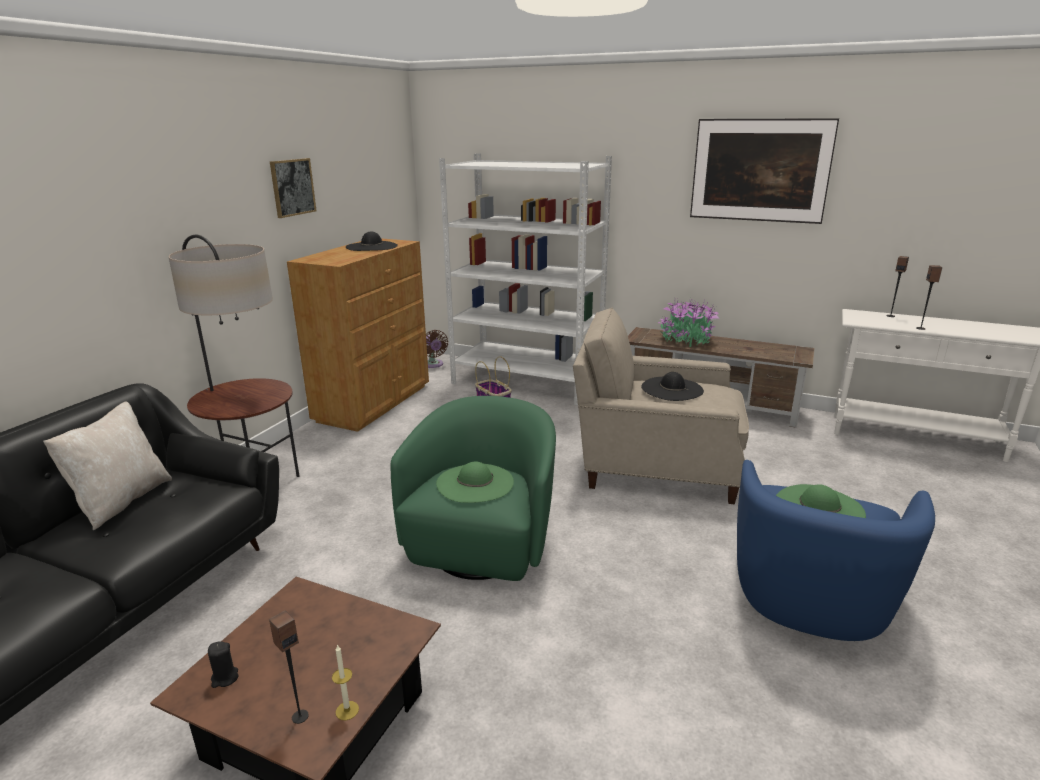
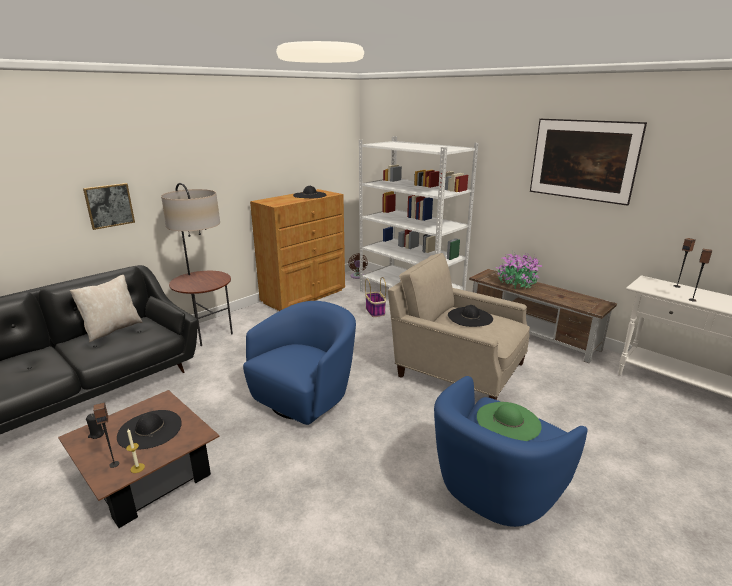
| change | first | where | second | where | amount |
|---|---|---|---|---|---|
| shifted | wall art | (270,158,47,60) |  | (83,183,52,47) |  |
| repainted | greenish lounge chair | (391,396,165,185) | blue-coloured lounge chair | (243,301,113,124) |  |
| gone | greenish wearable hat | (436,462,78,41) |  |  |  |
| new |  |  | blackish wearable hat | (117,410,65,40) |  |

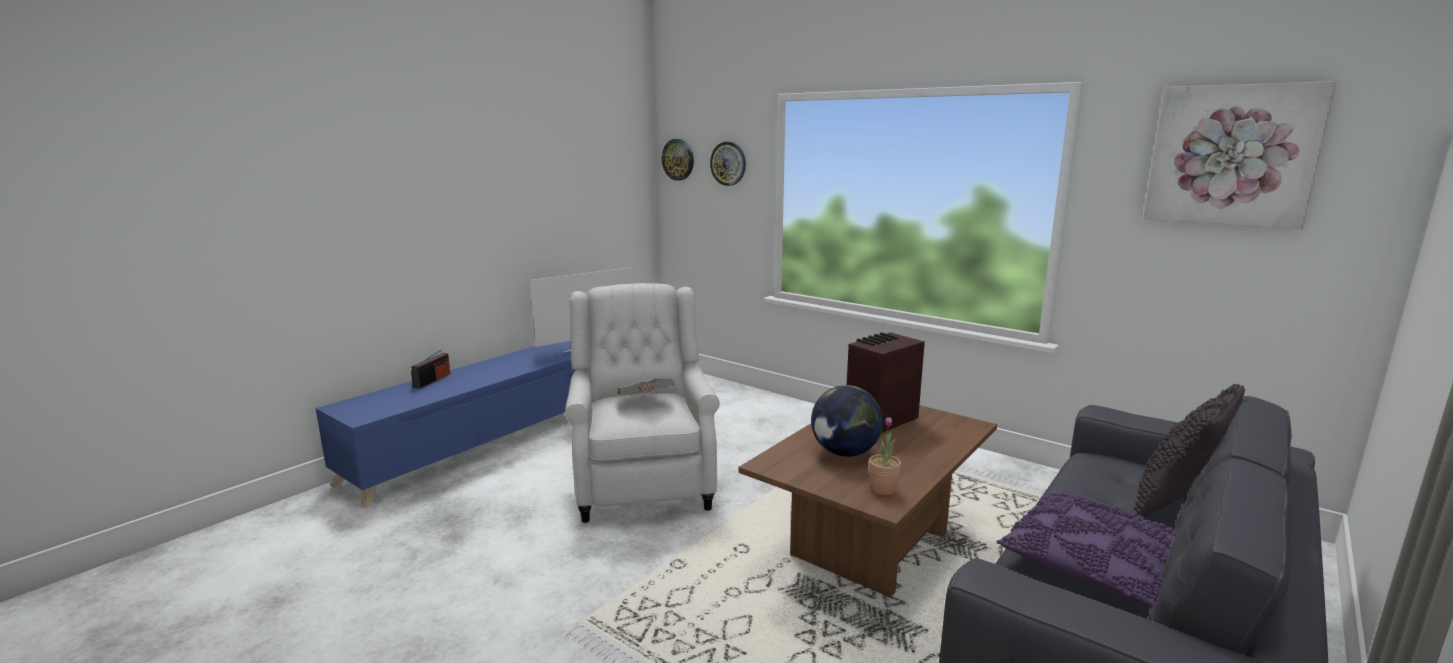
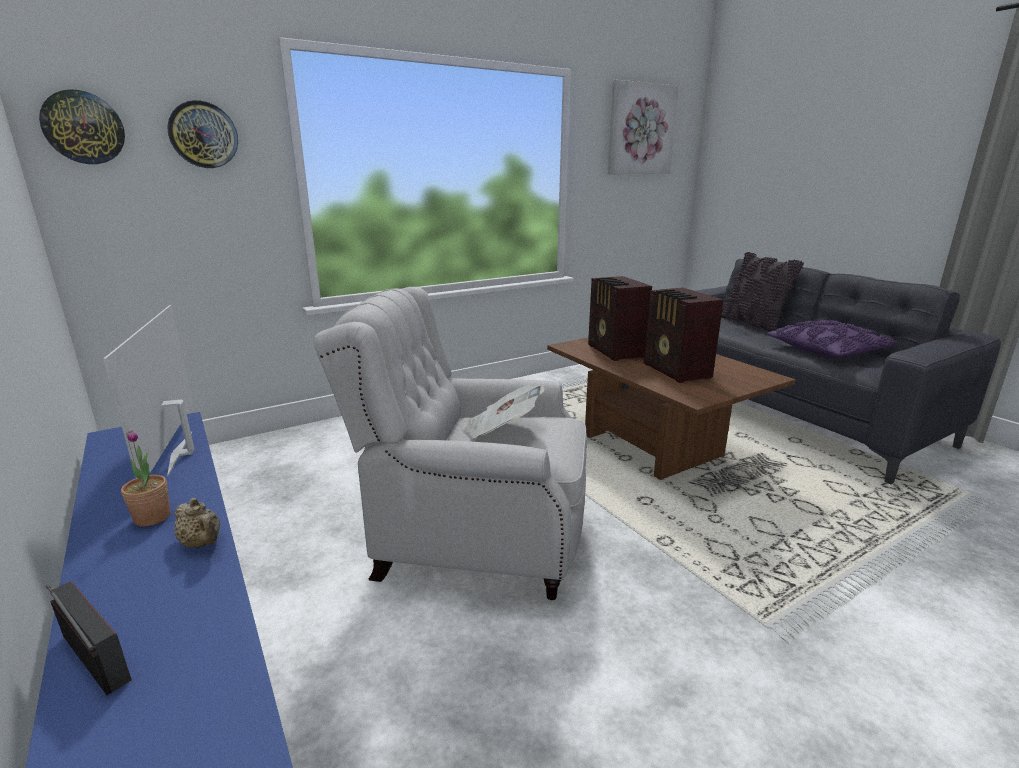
| change | first | where | second | where | amount |
|---|---|---|---|---|---|
| swapped | desk globe | (811,385,72,72) | radio receiver | (644,287,80,96) |  |
| shifted | houseplant | (869,417,32,78) |  | (121,430,49,97) |  |
| new |  |  | sand-coloured tea pot | (174,498,46,50) |  |

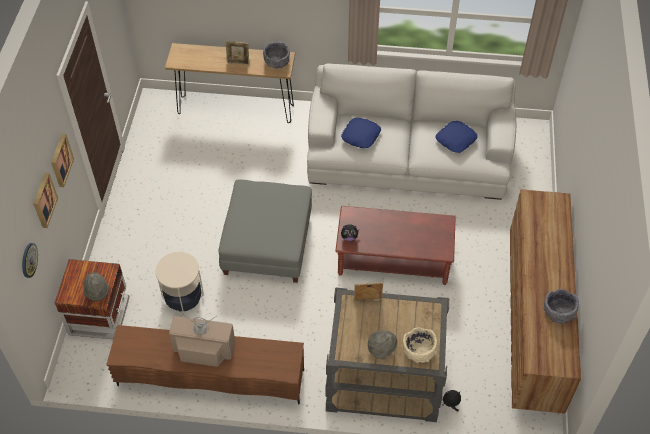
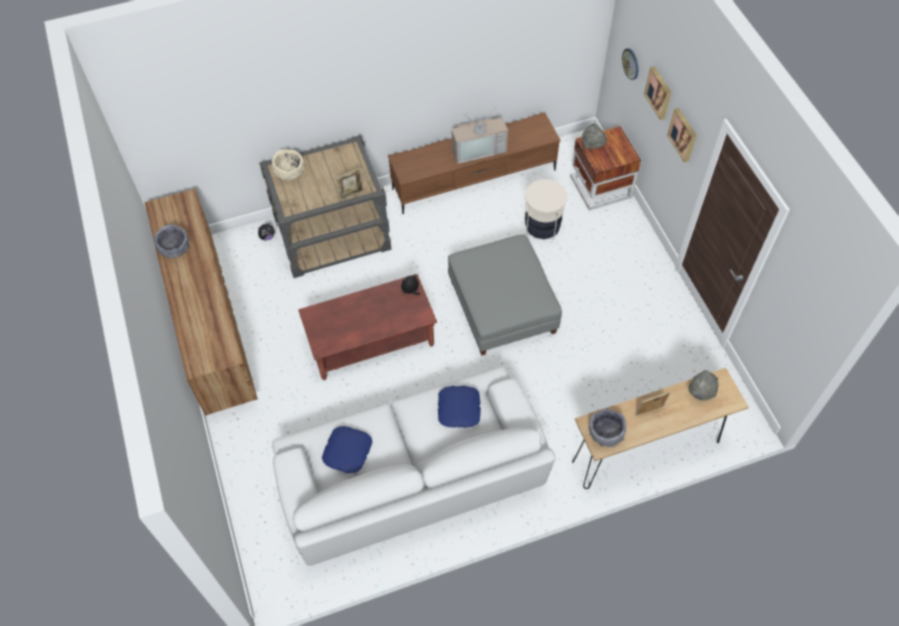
| change | first | where | second | where | amount |
|---|---|---|---|---|---|
| shifted | gray wearable hat | (367,331,30,28) |  | (689,370,29,30) |  |

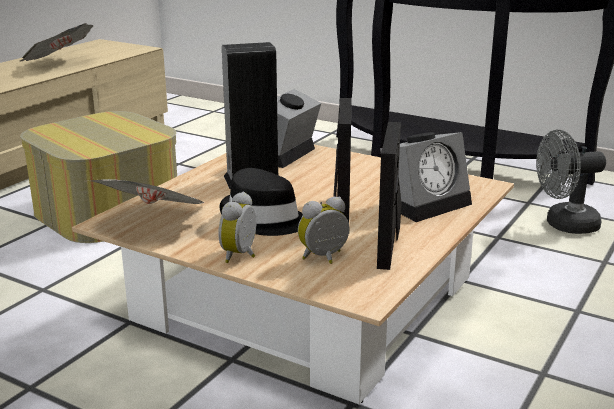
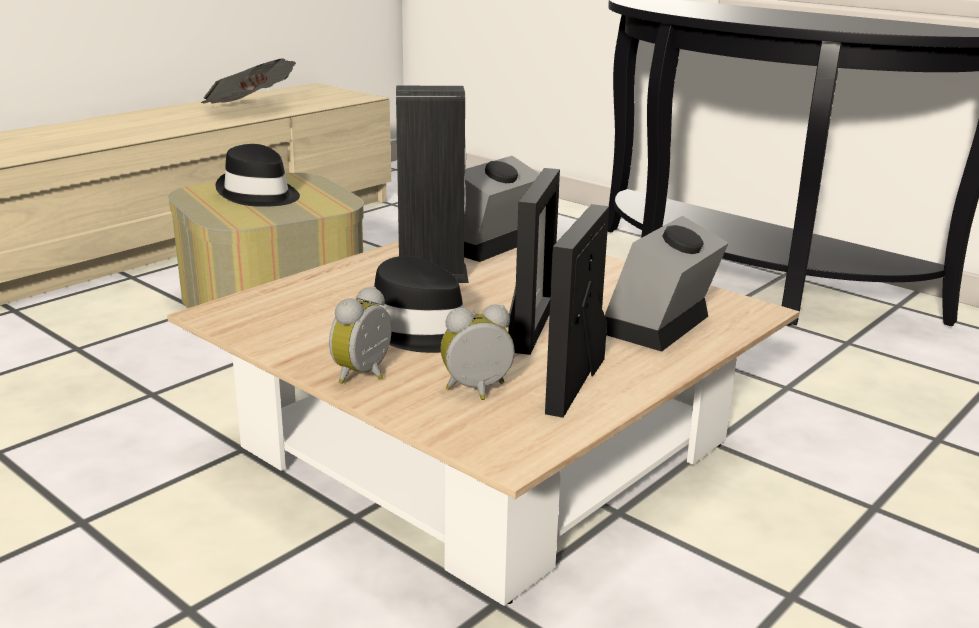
| change | first | where | second | where | amount |
|---|---|---|---|---|---|
| gone | printed paper | (91,179,114,25) |  |  |  |
| rotated | alarm clock | (380,132,92,90) |  | (605,216,124,136) | 150 degrees clockwise |
| gone | gray cooling fan | (536,130,70,104) |  |  |  |
| new |  |  | blackish wearable hat | (216,144,84,63) |  |

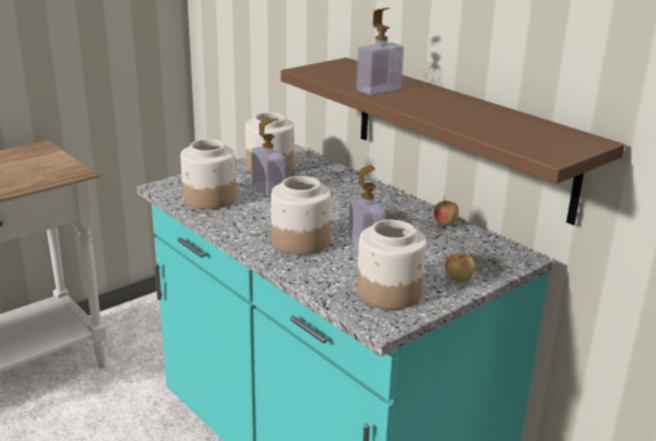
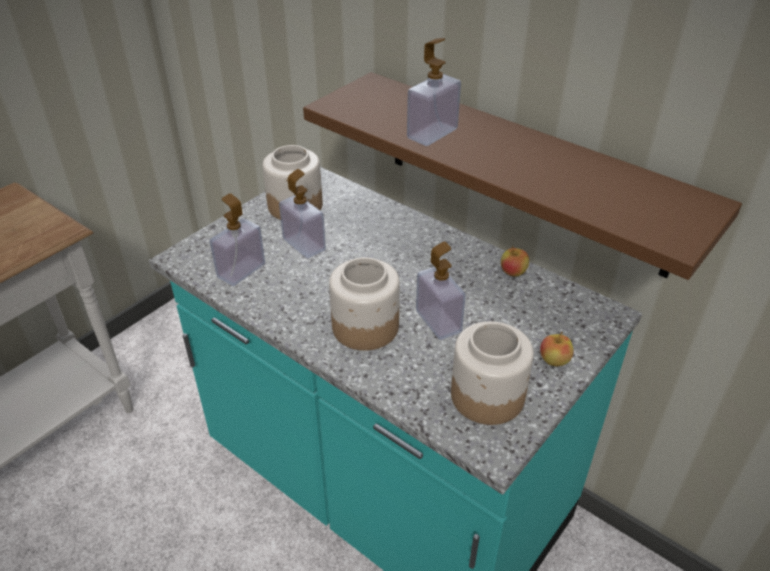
| change | first | where | second | where | amount |
|---|---|---|---|---|---|
| swapped | storage jar | (181,139,55,71) | liquid soap bottle | (210,193,55,93) |  |

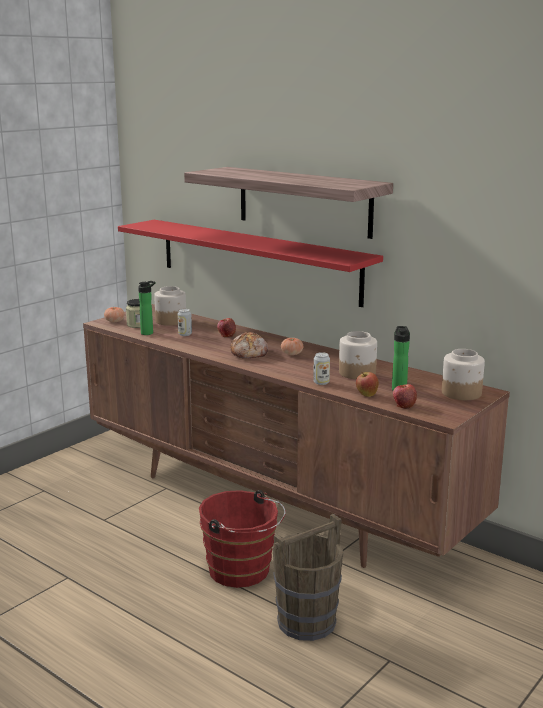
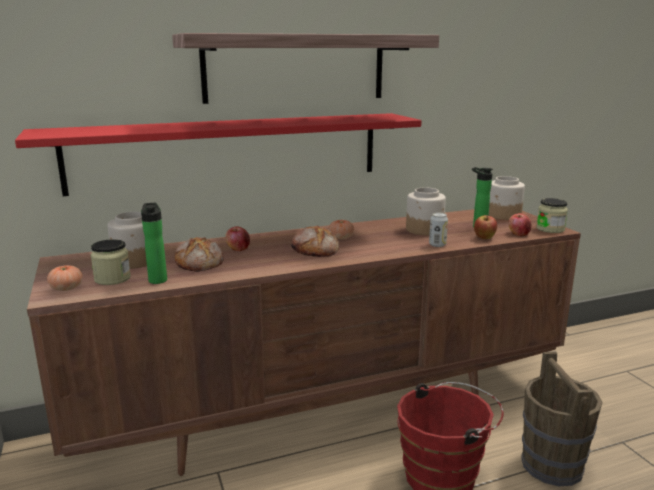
| change | first | where | second | where | amount |
|---|---|---|---|---|---|
| swapped | metal can | (178,309,14,27) | bakery bread | (174,237,50,35) |  |
| new |  |  | storage jar | (536,198,32,35) |  |

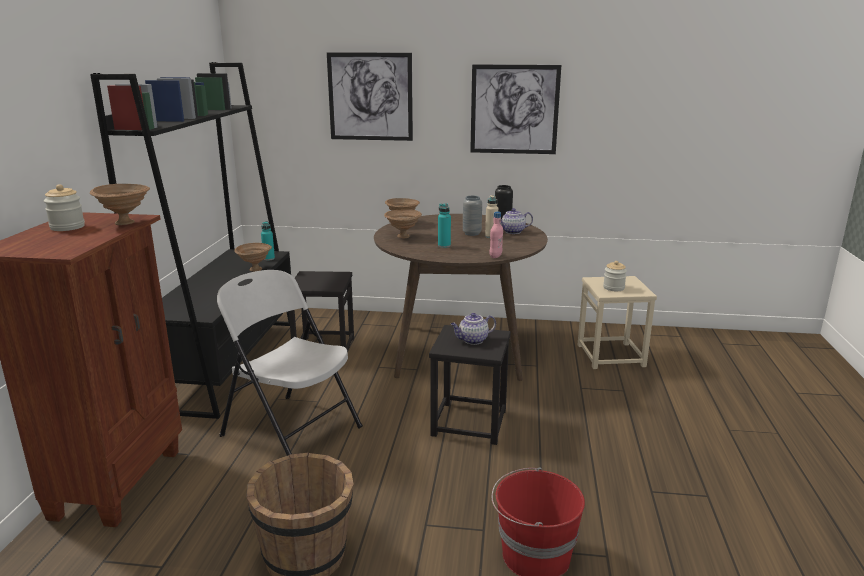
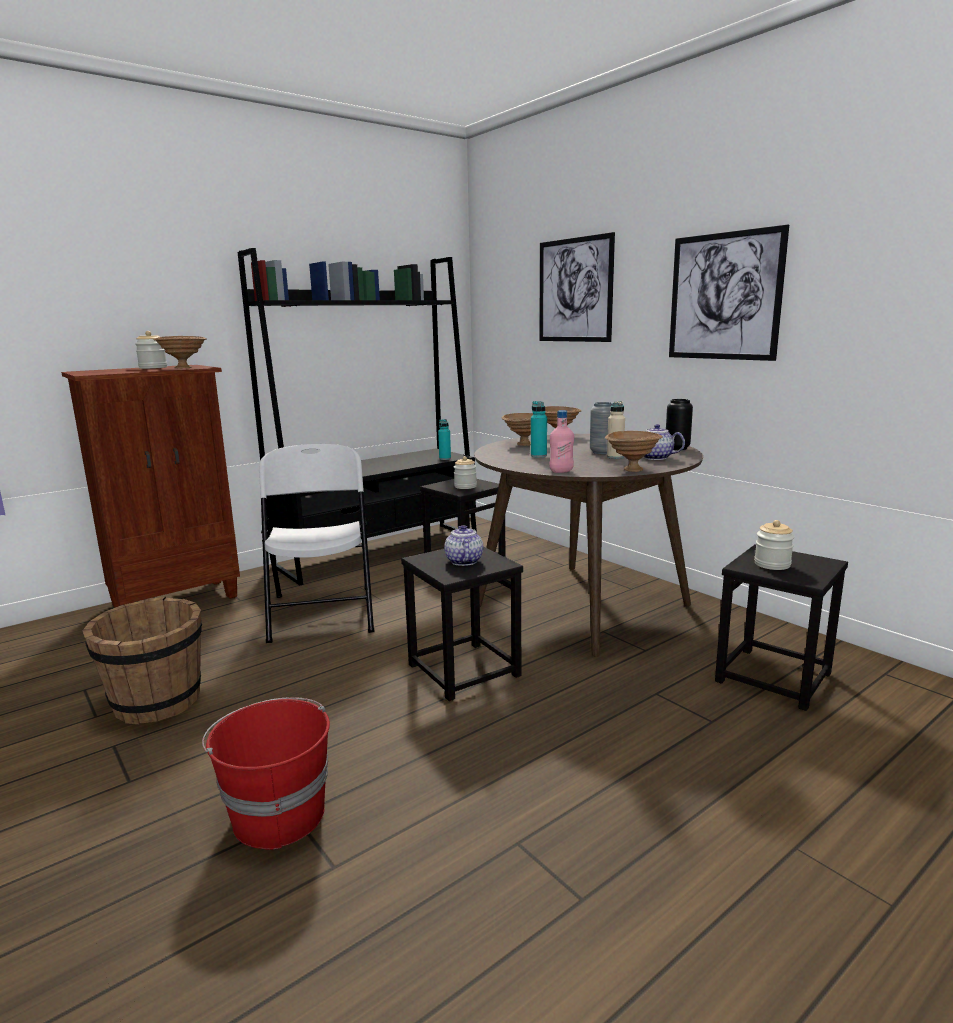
| change | first | where | second | where | amount |
|---|---|---|---|---|---|
| shifted | brownish bowl | (234,243,38,29) |  | (605,431,58,41) |  |
| rotated | tea pot | (451,313,45,32) |  | (444,525,39,41) | 60 degrees clockwise |
| repainted | sand-coloured sitting stool | (578,276,79,93) | blackish sitting stool | (715,544,133,167) |  |
| new |  |  | storage jar | (454,456,23,33) |  |

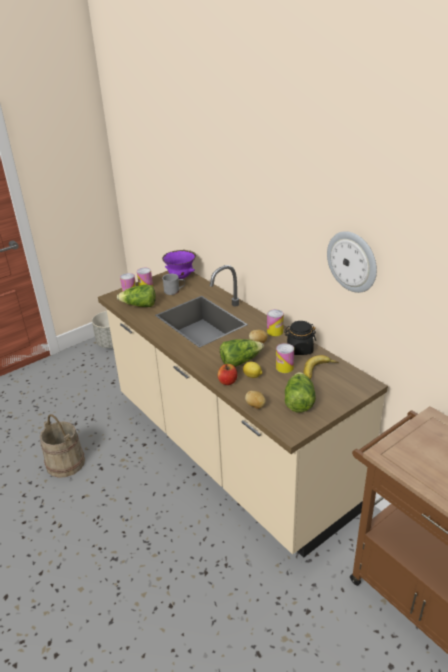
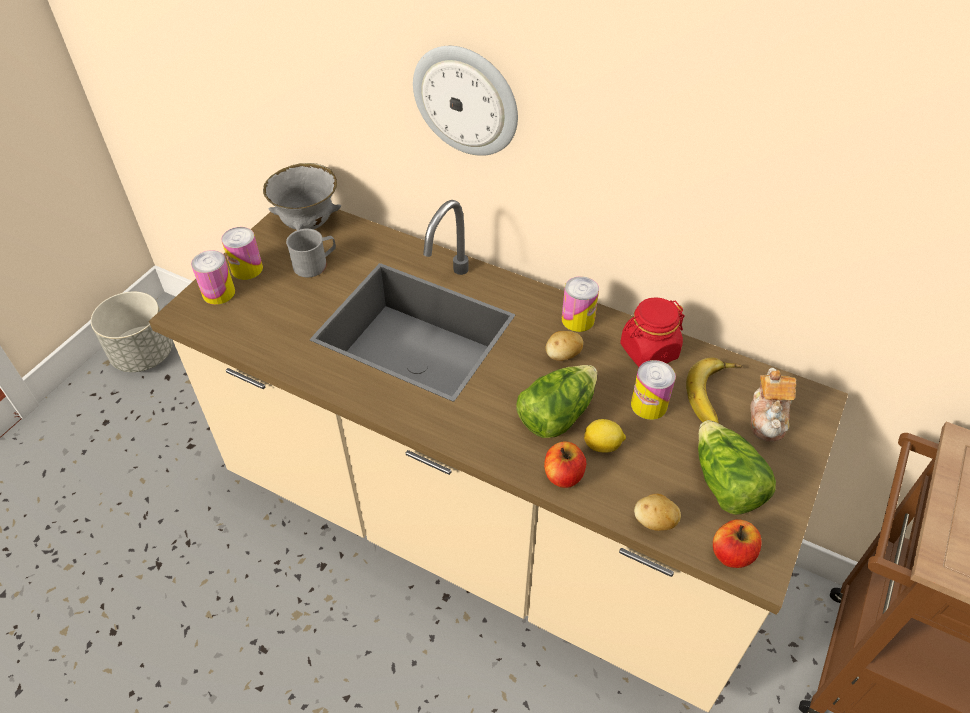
| change | first | where | second | where | amount |
|---|---|---|---|---|---|
| gone | sand-coloured bucket | (40,414,45,64) |  |  |  |
| gone | head of lettuce | (117,285,39,22) |  |  |  |
| repainted | purple-coloured bowl | (162,250,34,29) | gray bowl | (263,163,78,67) |  |
| repainted | blackish storage jar | (284,321,32,34) | red storage jar | (620,297,64,70) |  |
| shifted | hanging clock | (327,231,50,62) |  | (413,46,105,110) |  |
| new |  |  | apple | (713,519,49,49) |  |
| new |  |  | tea pot | (750,368,46,74) |  |

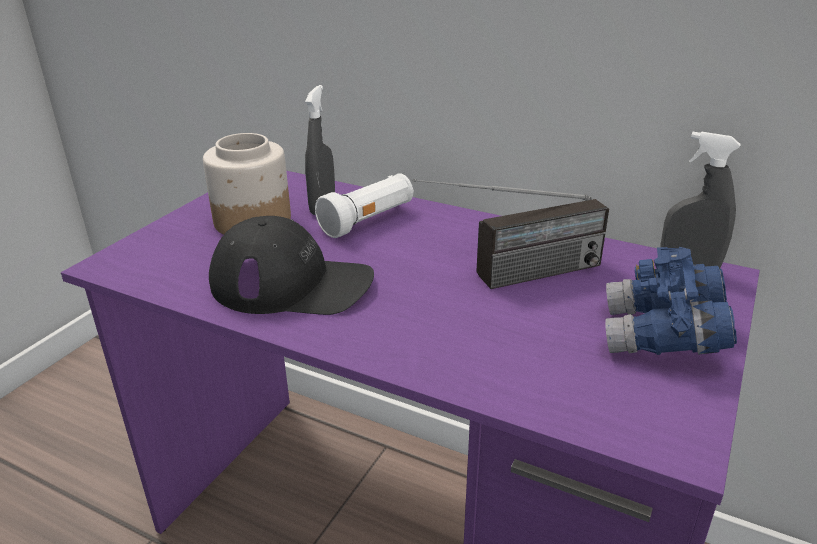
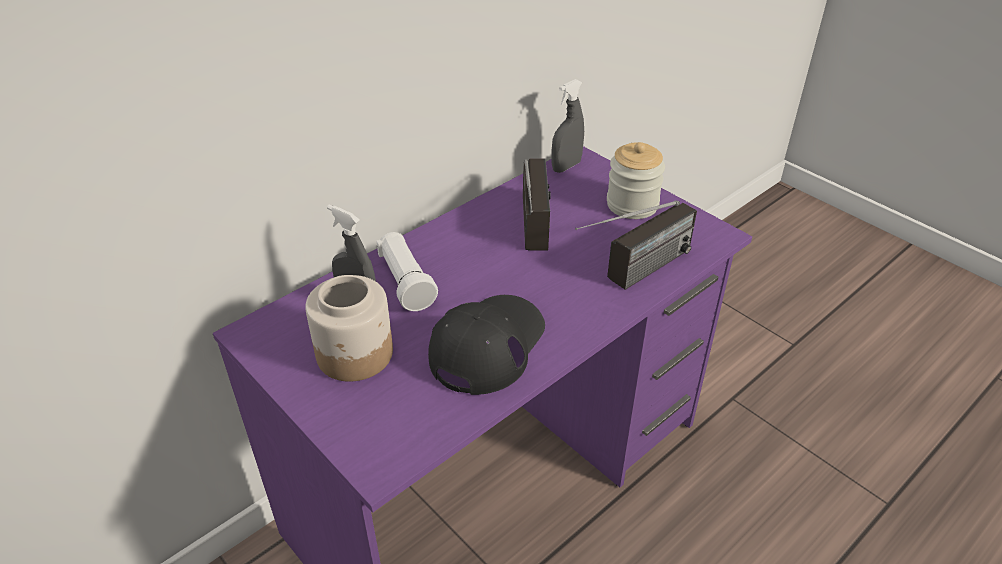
| change | first | where | second | where | amount |
|---|---|---|---|---|---|
| swapped | blue-coloured field glasses | (605,247,132,108) | storage jar | (607,142,58,77) |  |
| new |  |  | radio receiver | (575,200,122,90) |  |

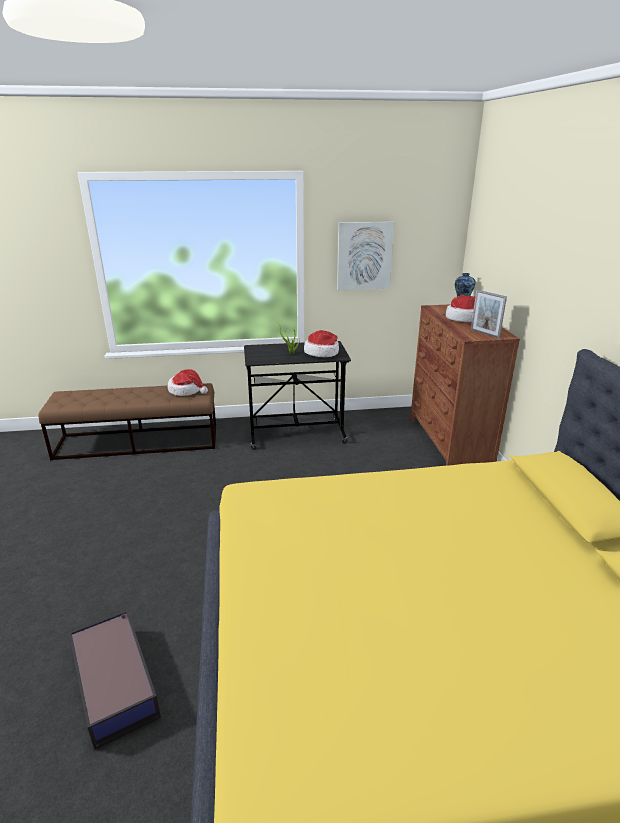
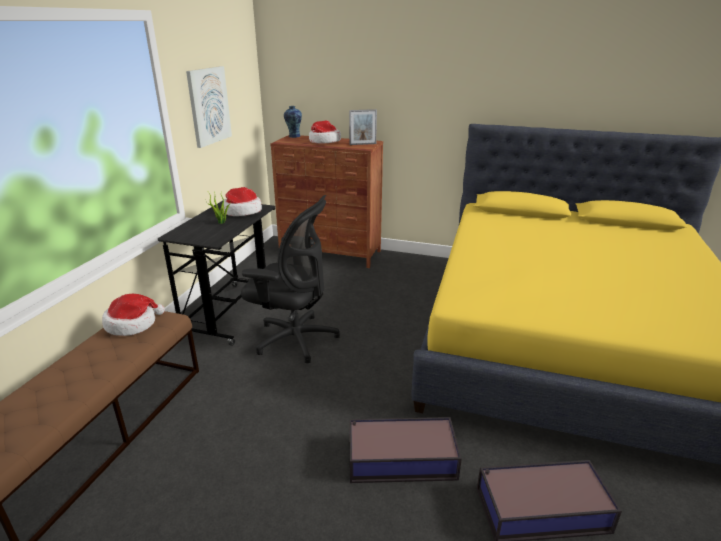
| change | first | where | second | where | amount |
|---|---|---|---|---|---|
| new |  |  | blackish desk chair | (241,195,99,168) |  |
| new |  |  | storage container | (349,417,113,66) |  |

